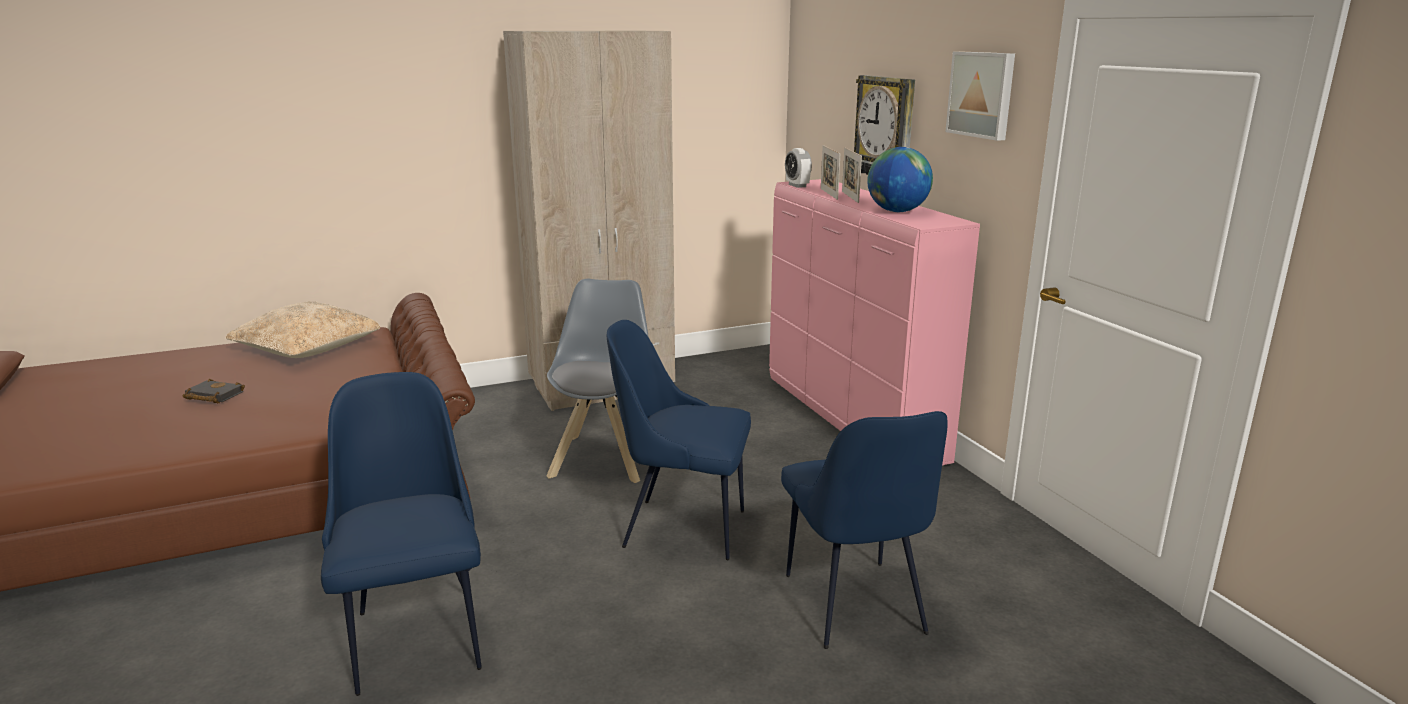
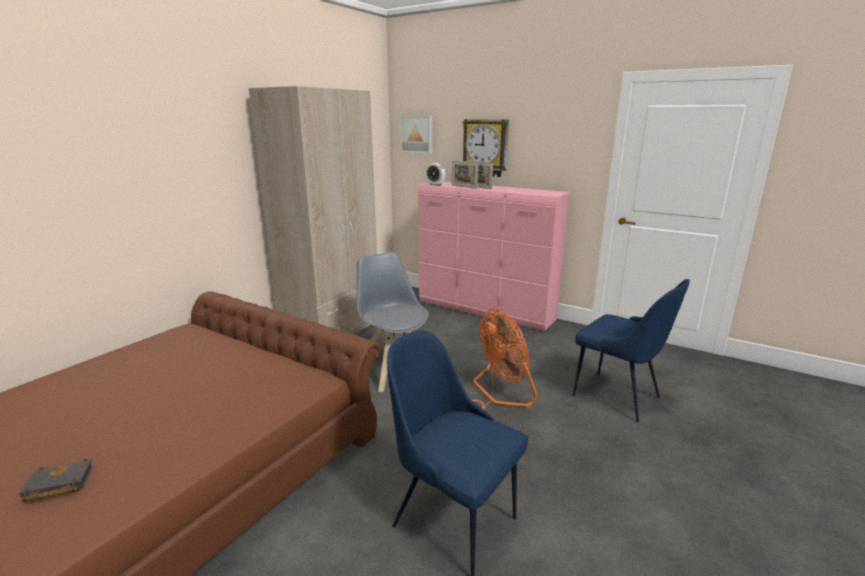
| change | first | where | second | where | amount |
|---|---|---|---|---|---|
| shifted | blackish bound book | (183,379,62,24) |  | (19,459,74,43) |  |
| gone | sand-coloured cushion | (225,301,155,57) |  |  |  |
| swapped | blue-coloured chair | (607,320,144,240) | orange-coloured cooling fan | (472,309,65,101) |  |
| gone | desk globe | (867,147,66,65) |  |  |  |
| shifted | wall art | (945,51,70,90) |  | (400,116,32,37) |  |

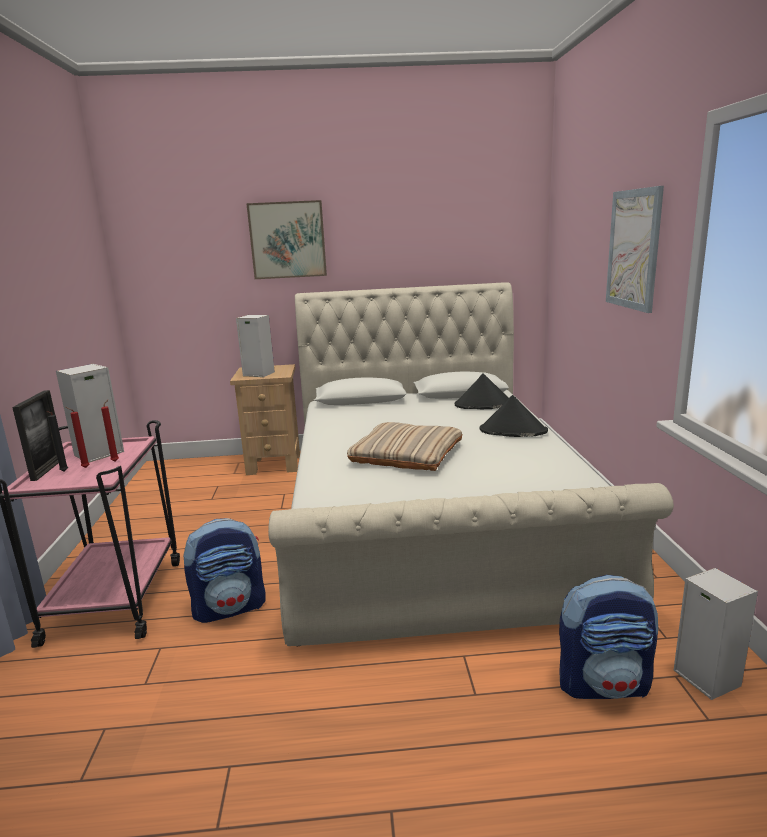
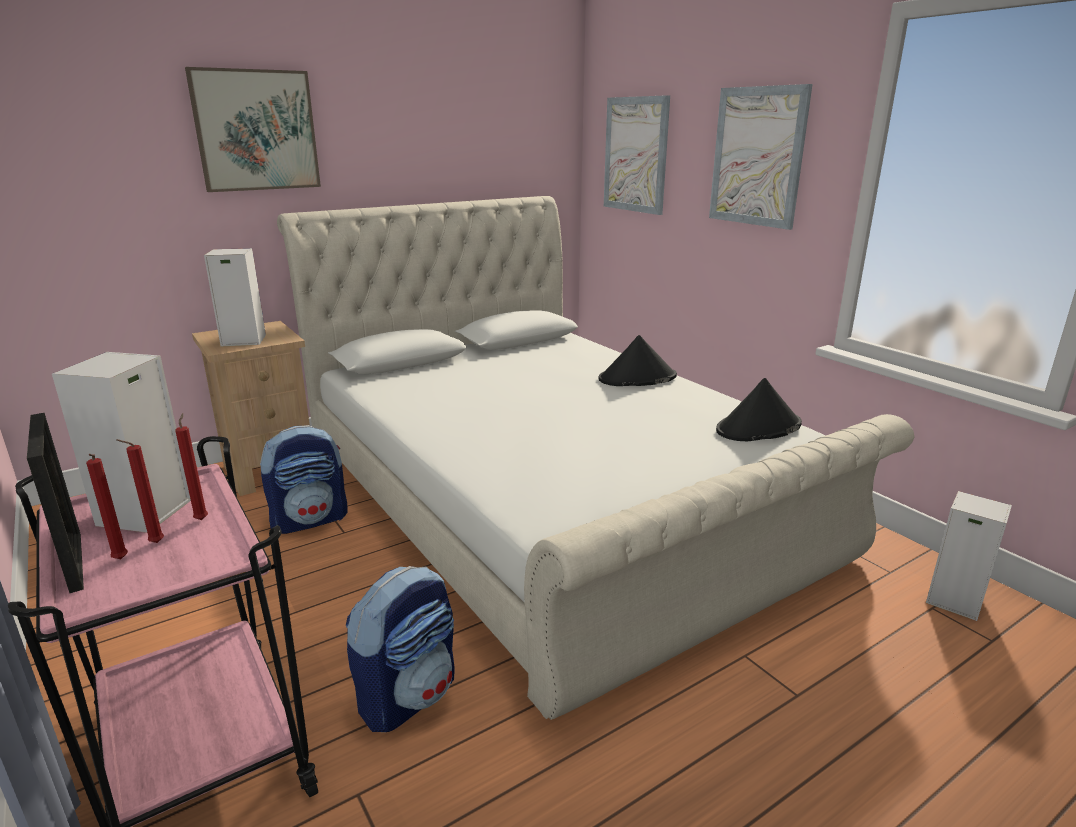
| change | first | where | second | where | amount |
|---|---|---|---|---|---|
| repainted | blackish wax light | (46,411,22,61) | red wax light | (86,454,42,105) |  |
| gone | sand-coloured cushion | (347,422,115,49) |  |  |  |
| shifted | blackish wearable hat | (455,373,54,36) |  | (716,378,86,63) |  |
| shifted | backpack | (559,575,99,124) |  | (260,425,88,109) |  |
| new |  |  | wall art | (604,95,66,120) |  |

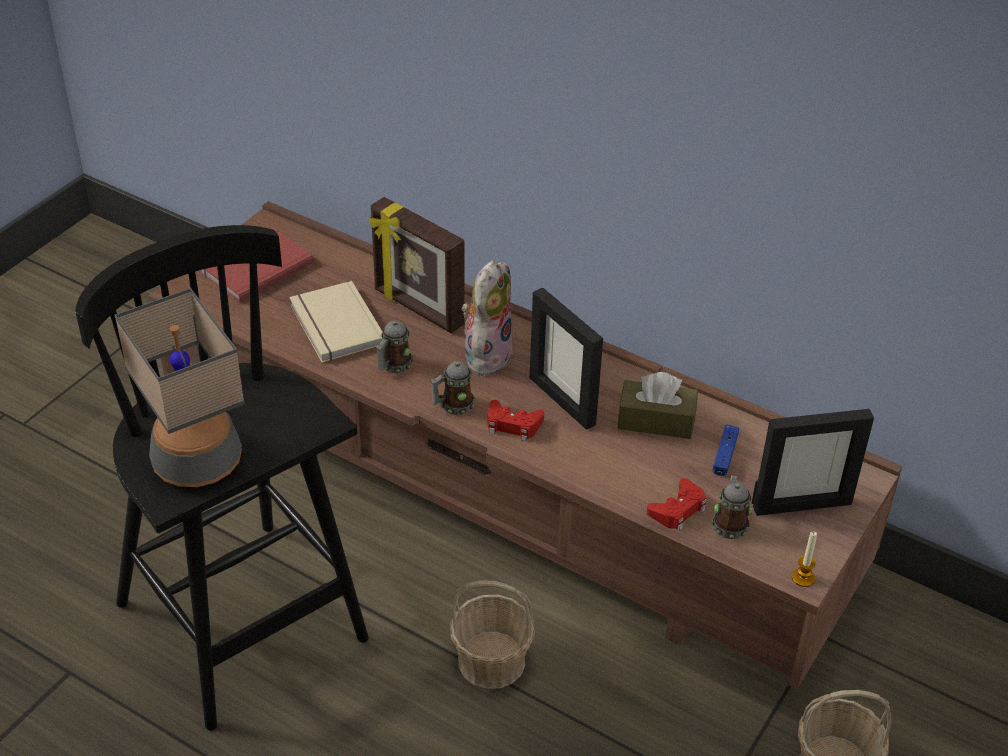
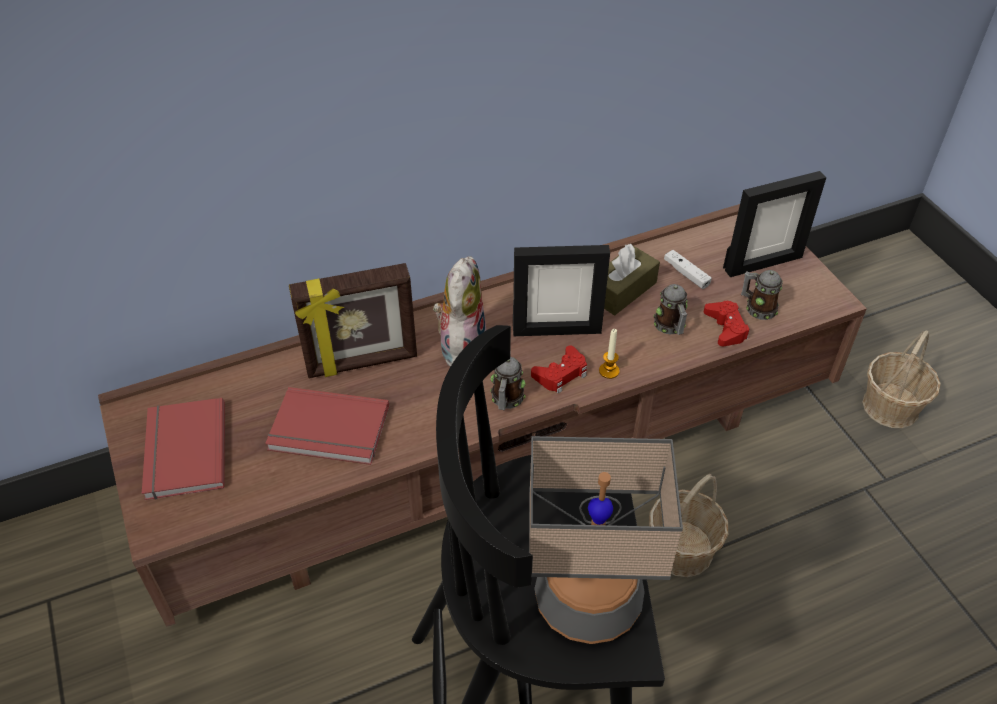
| change | first | where | second | where | amount |
|---|---|---|---|---|---|
| repainted | sand-coloured bound book | (289,281,94,82) | red bound book | (265,387,124,78) |  |
| shifted | coffee mug | (376,321,38,52) |  | (654,284,34,51) |  |
| rotated | cuddly toy | (461,260,53,115) |  | (433,256,53,111) | 45 degrees clockwise |
| repainted | blue-coloured joypad | (713,425,26,51) | whitish joypad | (664,250,48,39) |  |
| rotated | picture frame | (752,409,122,107) |  | (723,171,103,106) | 45 degrees clockwise |
| shifted | wax light | (792,532,25,55) |  | (599,329,21,50) |  |

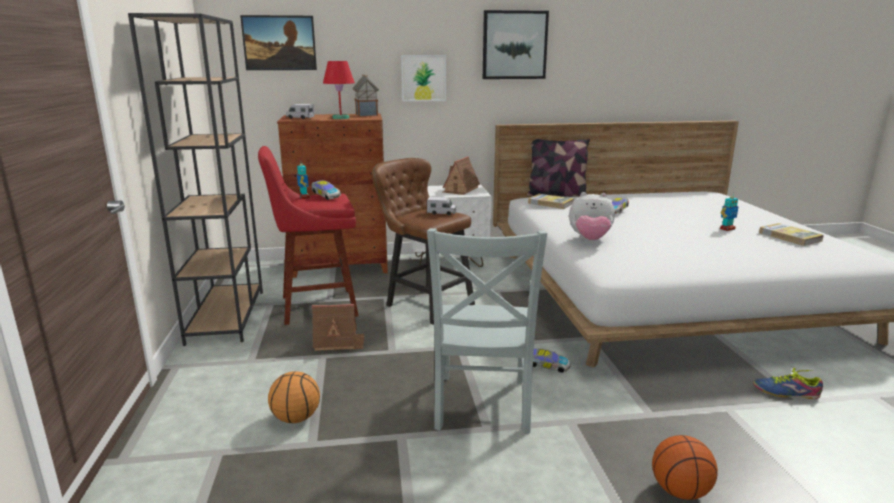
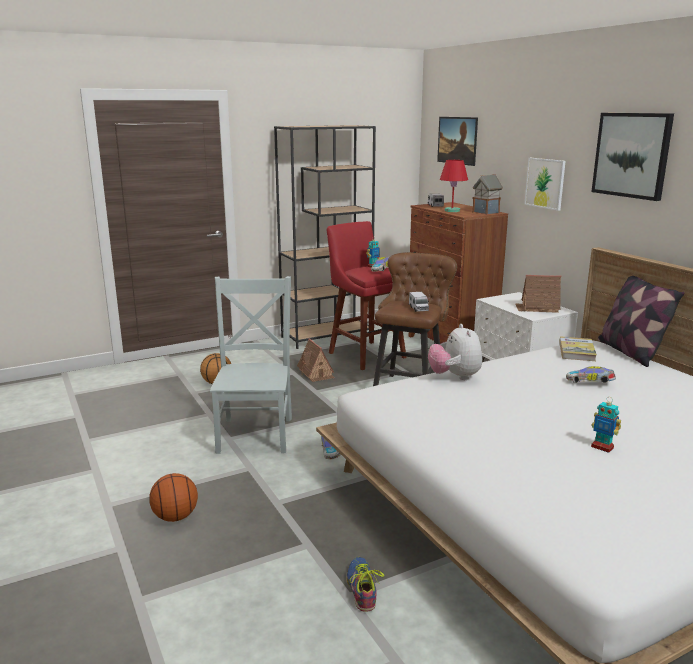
| change | first | where | second | where | amount |
|---|---|---|---|---|---|
| rotated | gray chair | (427,228,120,206) |  | (210,276,82,178) | 105 degrees clockwise |
| gone | bound book | (759,223,65,23) |  |  |  |

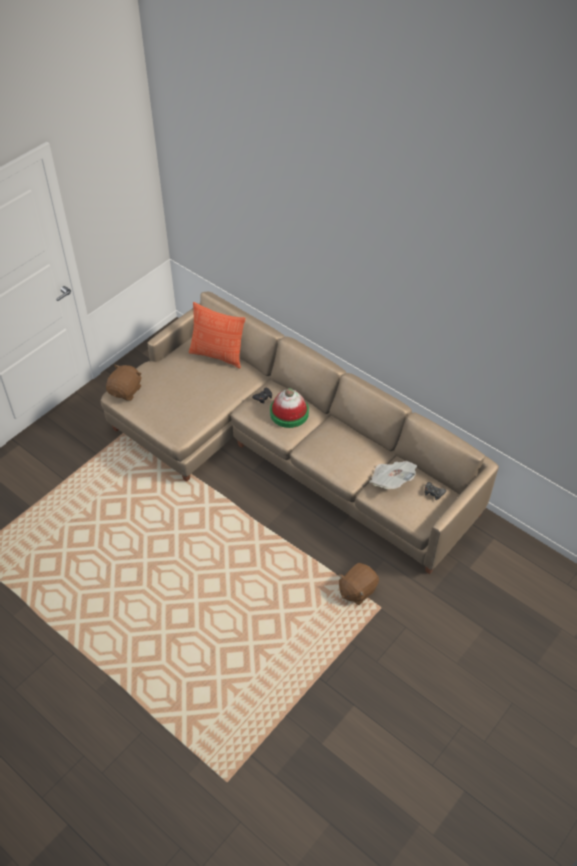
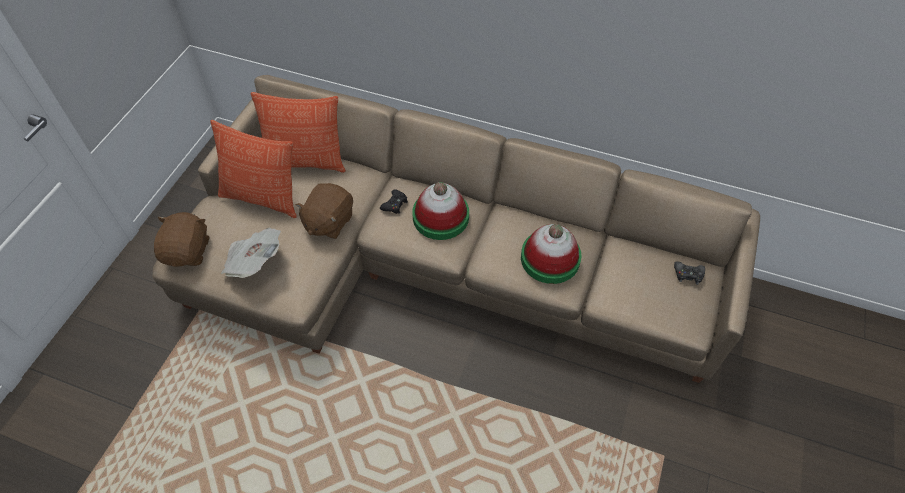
| change | first | where | second | where | amount |
|---|---|---|---|---|---|
| shifted | brownish cuddly toy | (339,563,40,42) |  | (296,183,57,56) |  |
| shifted | printed paper | (369,461,48,28) |  | (221,228,59,50) |  |
| new |  |  | orange-coloured cushion | (210,120,87,98) |  |
| new |  |  | wearable hat | (521,224,60,60) |  |

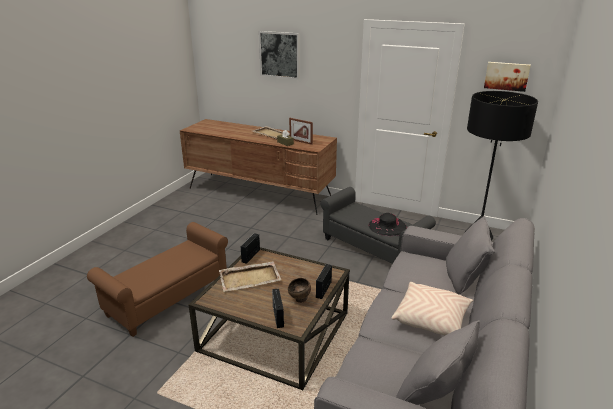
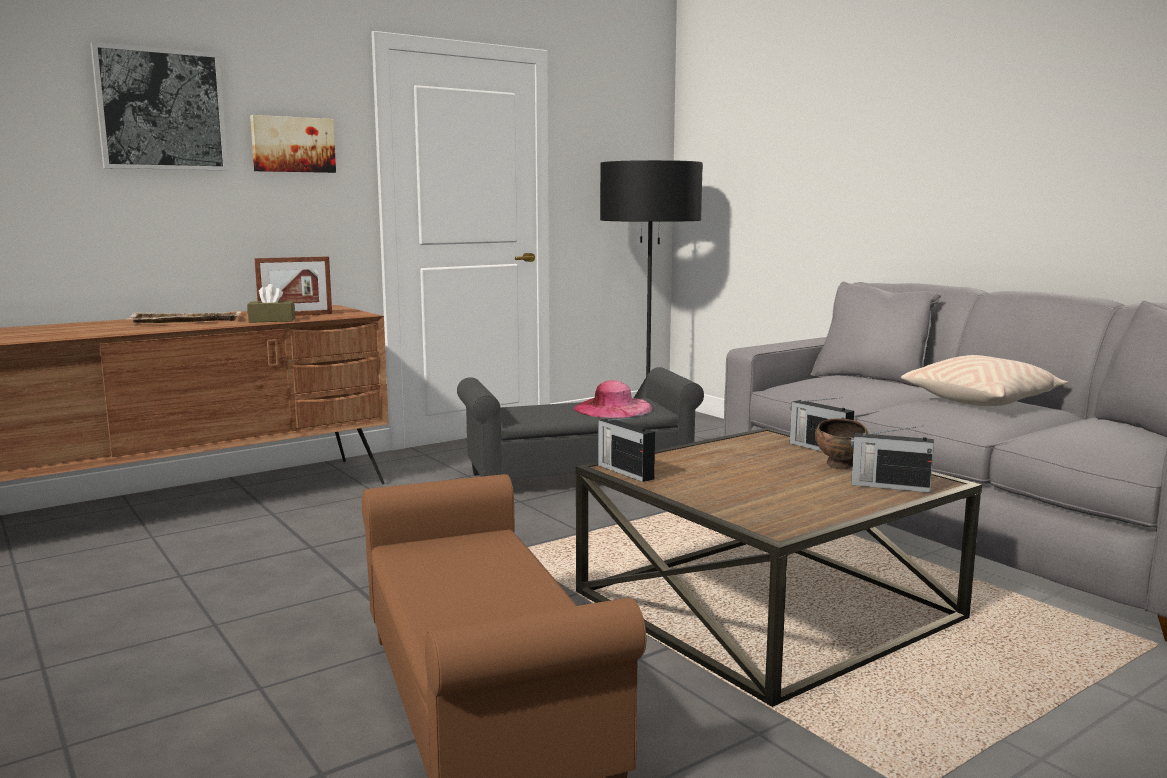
| change | first | where | second | where | amount |
|---|---|---|---|---|---|
| gone | sand-coloured serving tray | (219,261,62,31) |  |  |  |
| repainted | blackish wearable hat | (368,213,39,23) | pinkish wearable hat | (574,380,78,38) |  |
| shifted | wall art | (484,62,47,30) |  | (250,115,86,58) |  |

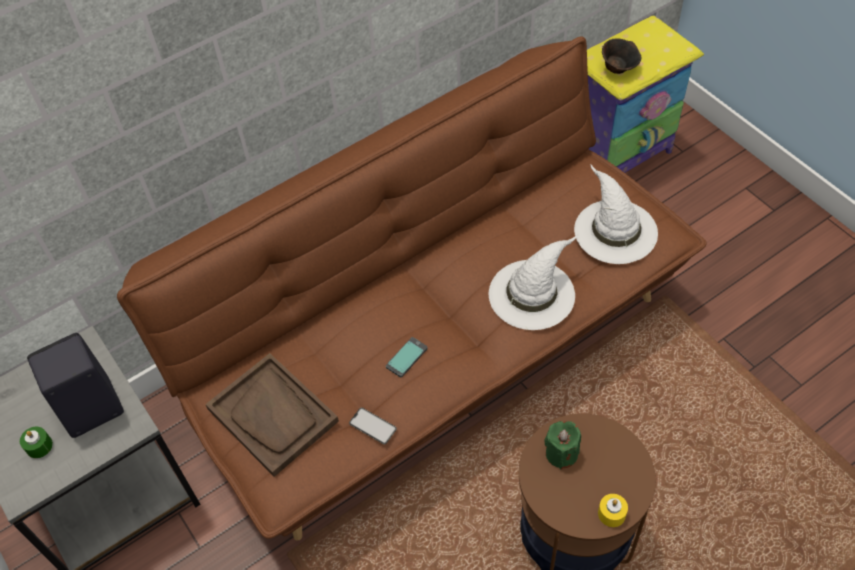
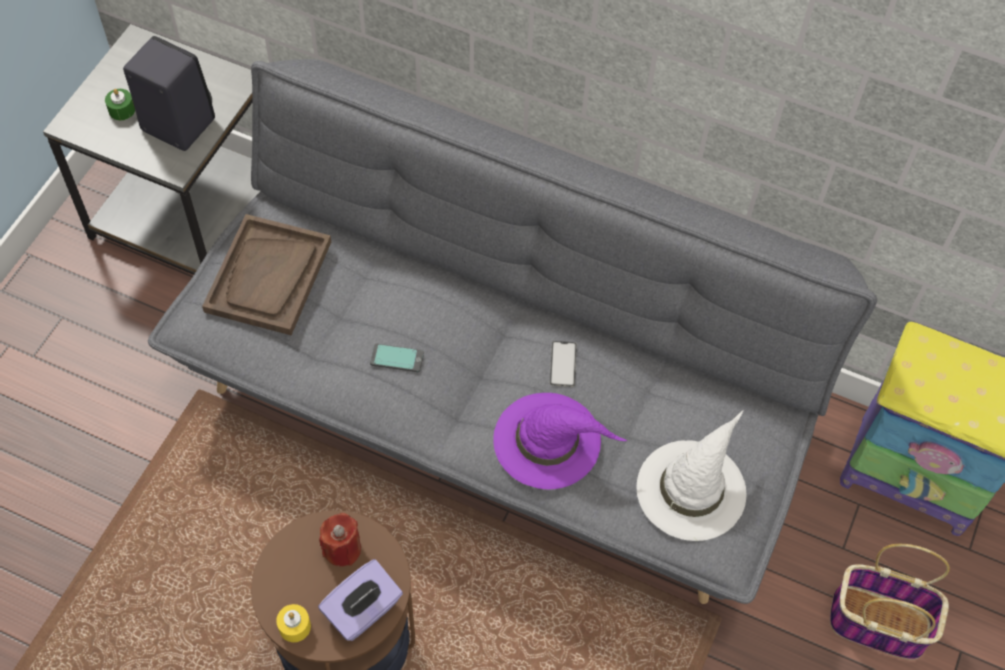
| change | first | where | second | where | amount |
|---|---|---|---|---|---|
| repainted | brownish sofa | (117,36,590,505) | gray sofa | (148,59,729,545) |  |
| shifted | phone | (349,407,48,37) |  | (550,341,27,46) |  |
| repainted | whitish wearable hat | (489,235,89,95) | purple-coloured wearable hat | (493,393,135,96) |  |
| repainted | greenish wax light | (544,421,37,48) | red wax light | (319,513,42,54) |  |
| gone | brownish bowl | (602,38,40,36) |  |  |  |
| new |  |  | purple-coloured box of tissues | (318,559,85,82) |  |
| new |  |  | storage basket | (830,544,120,116) |  |

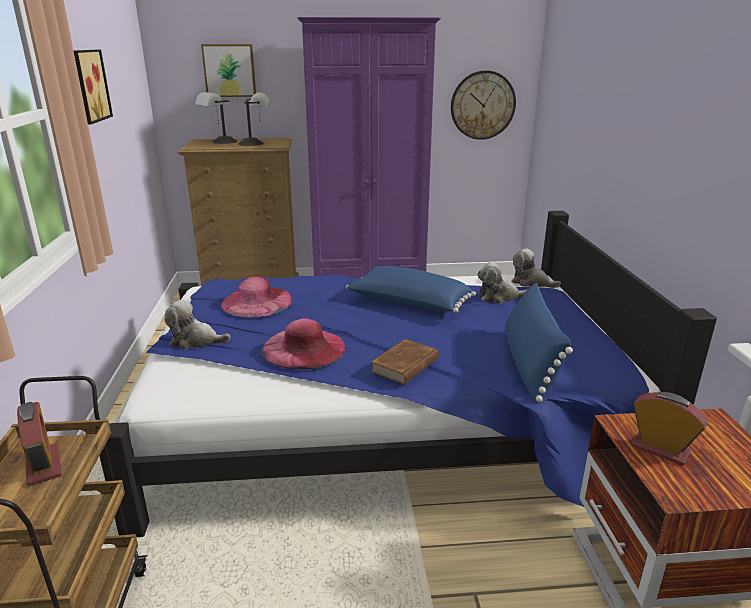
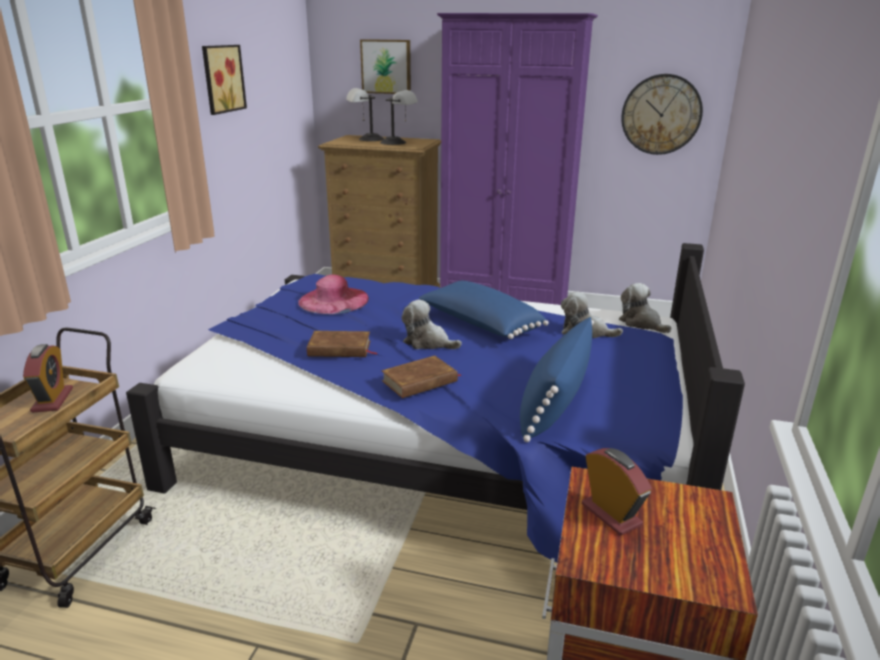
| change | first | where | second | where | amount |
|---|---|---|---|---|---|
| shifted | cuddly toy | (165,300,65,49) |  | (402,300,60,49) |  |
| swapped | pinkish wearable hat | (262,318,84,51) | brownish bound book | (307,331,70,26) |  |

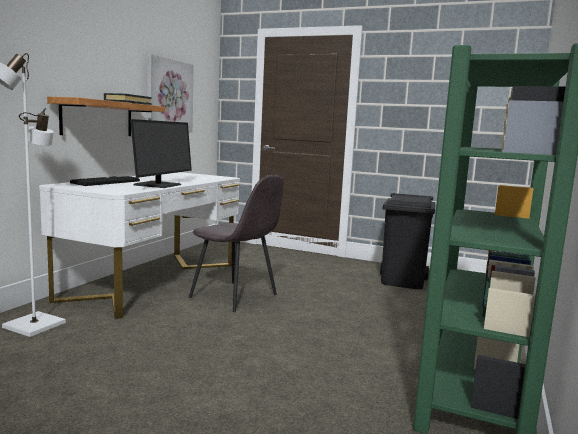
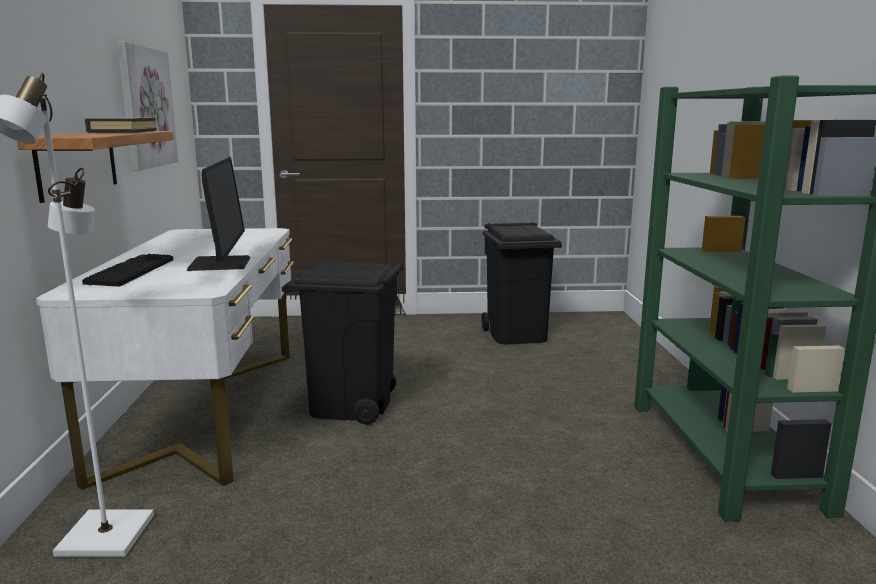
| change | first | where | second | where | amount |
|---|---|---|---|---|---|
| swapped | gray chair | (189,175,95,137) | blackish waste bin | (282,262,121,163) |  |

